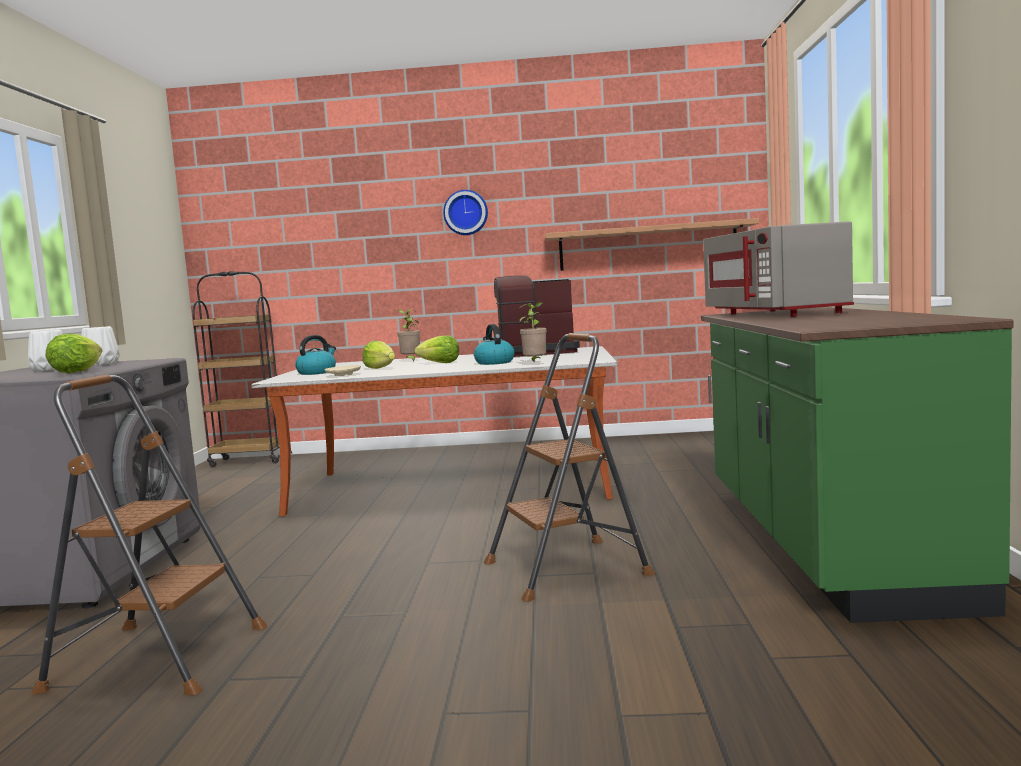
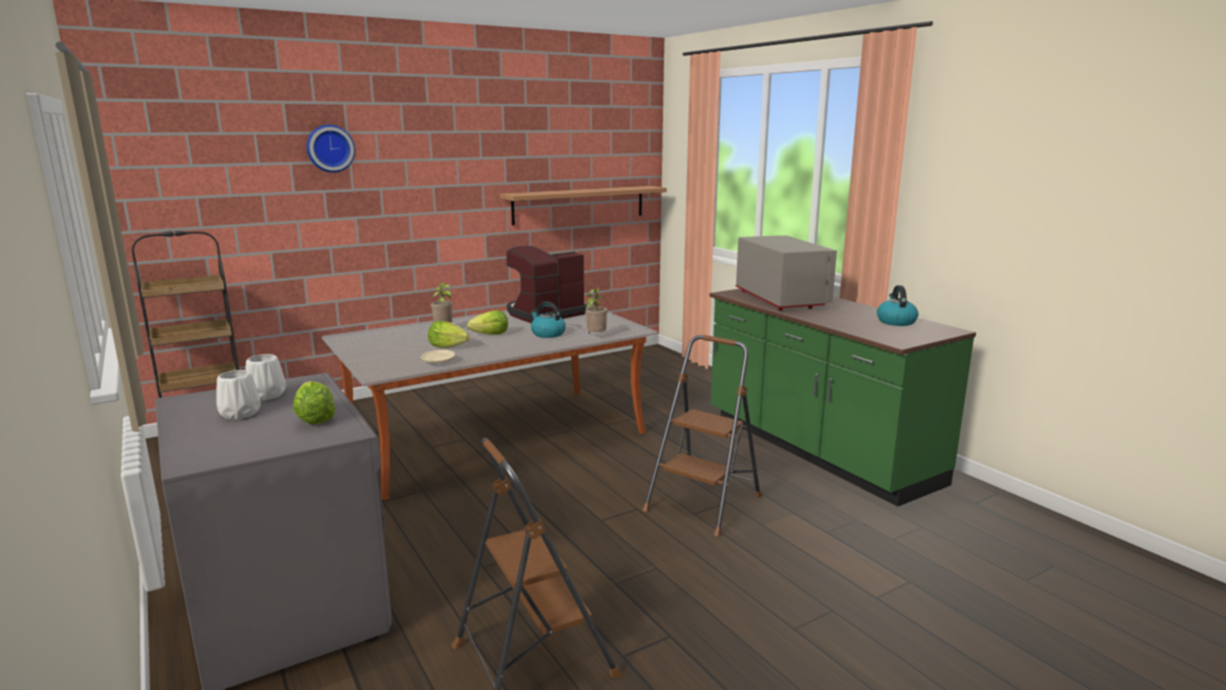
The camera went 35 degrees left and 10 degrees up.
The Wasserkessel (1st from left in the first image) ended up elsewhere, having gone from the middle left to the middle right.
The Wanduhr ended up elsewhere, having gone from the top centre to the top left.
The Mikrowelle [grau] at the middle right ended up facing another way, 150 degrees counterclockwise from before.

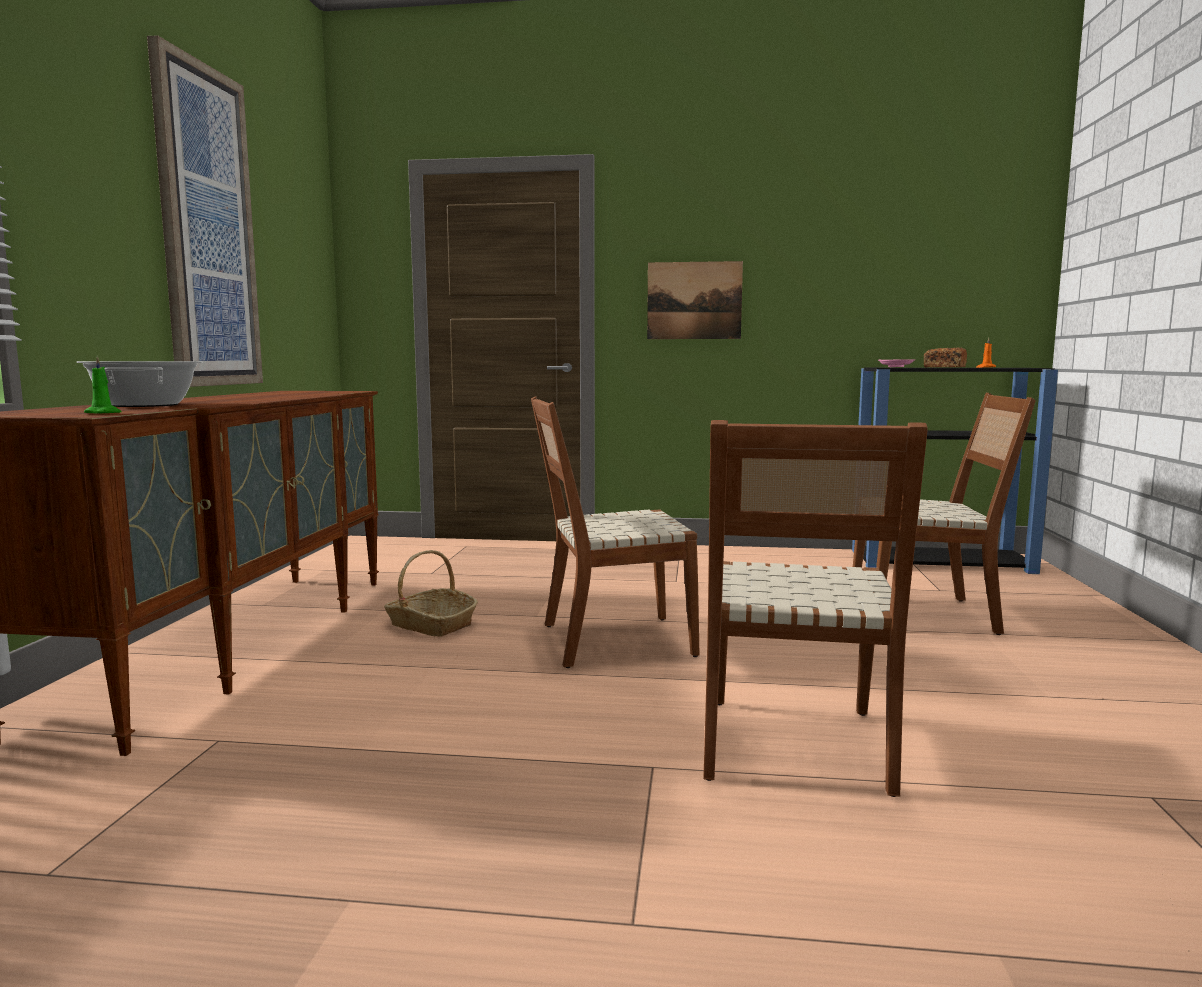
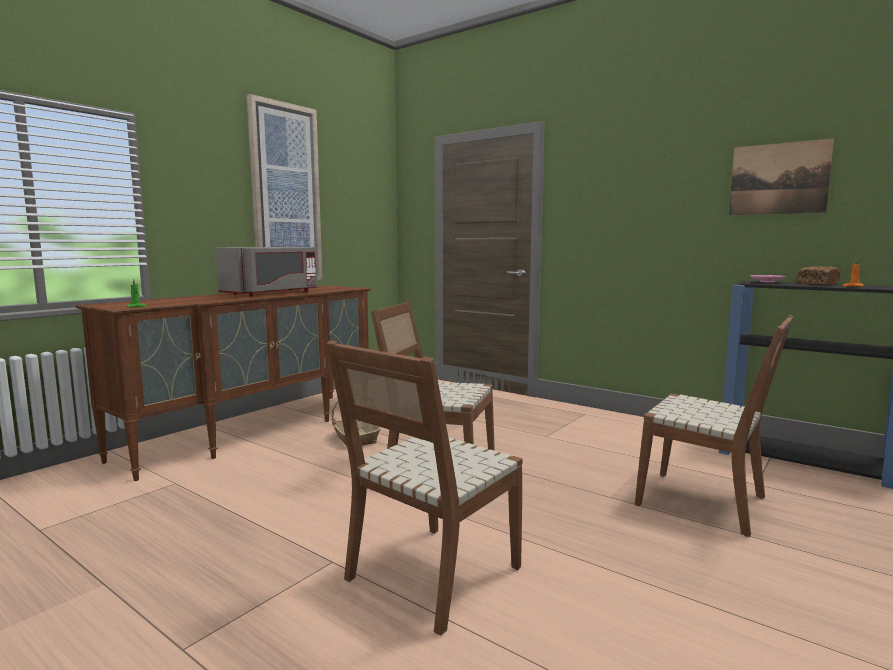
The camera went 30 degrees right and 0 degrees up.
The second view lost the Kochtopf at the middle left.
The Bild (2nd from left) ended up elsewhere, having gone from the top centre to the top right.
The second view gained the Mikrowelle [grau] at the middle left.

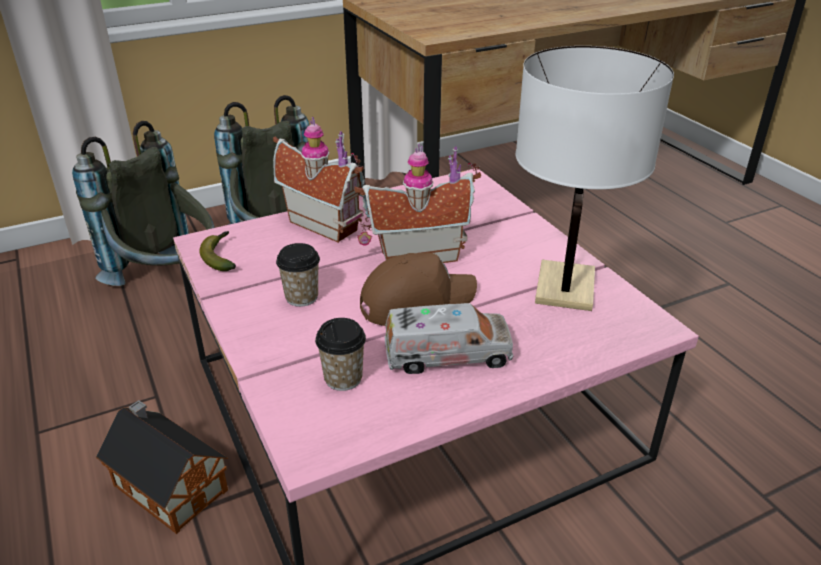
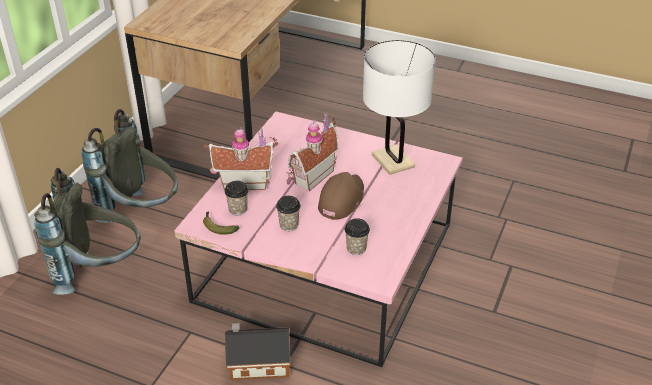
The camera went 40 degrees left and 5 degrees up.
The second view lost the Spielzeuglaster at the centre.
The second view gained the Tasse (1st from left) at the centre.

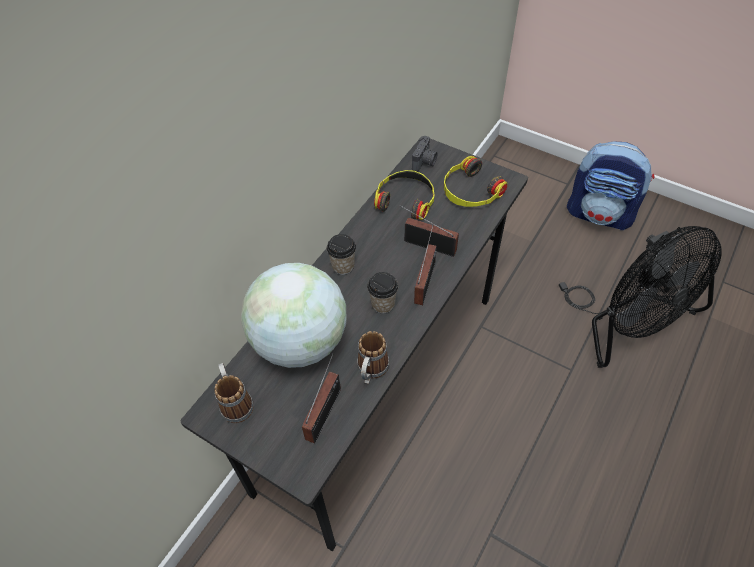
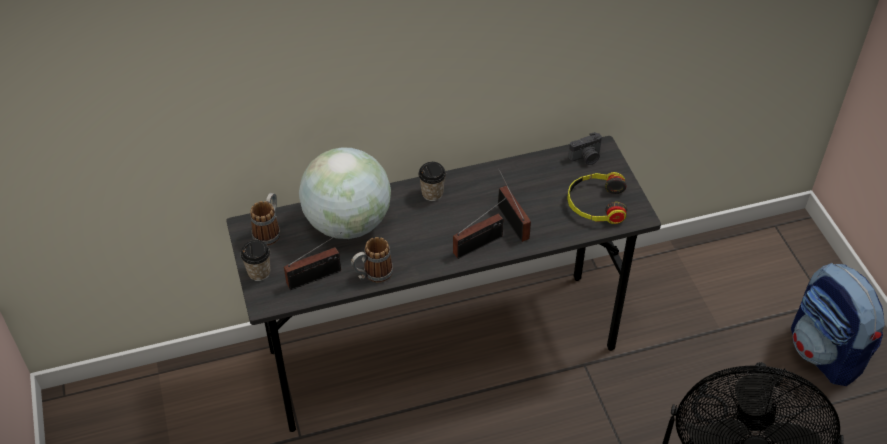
The camera went 40 degrees right and 5 degrees down.
The Tasse (2nd from left in the first image) ended up elsewhere, having gone from the centre to the middle left.
The second view lost the Kopfhörer (1st from left) at the centre.

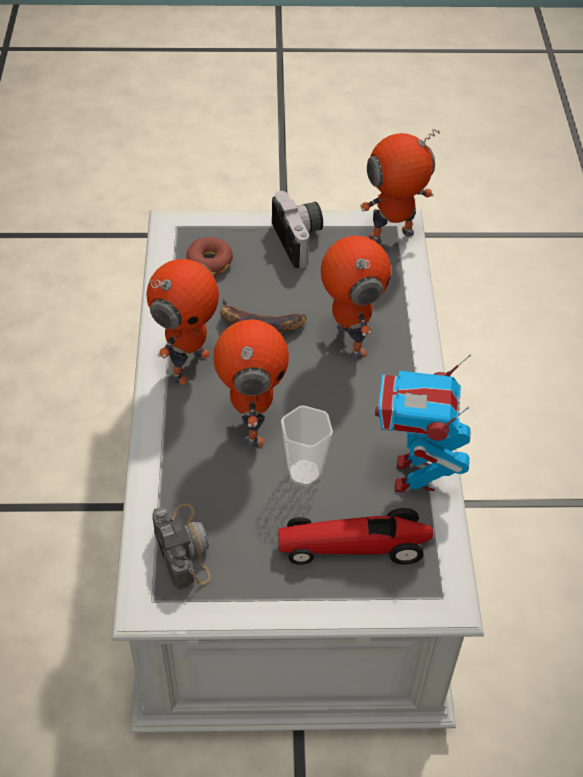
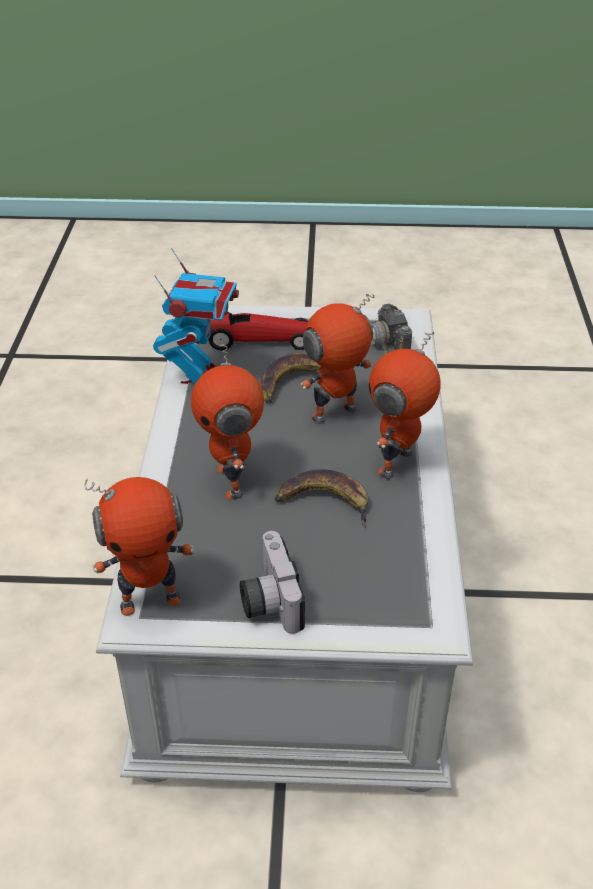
The camera went 175 degrees left and 10 degrees down.
The second view lost the Donut at the top centre.
The Spielzeugroboter (2nd from left in the first image) at the centre ended up facing another way, 60 degrees clockwise from before.
Where the Tasse stood at the centre, the Banane (1st from left) came to stand at the centre.

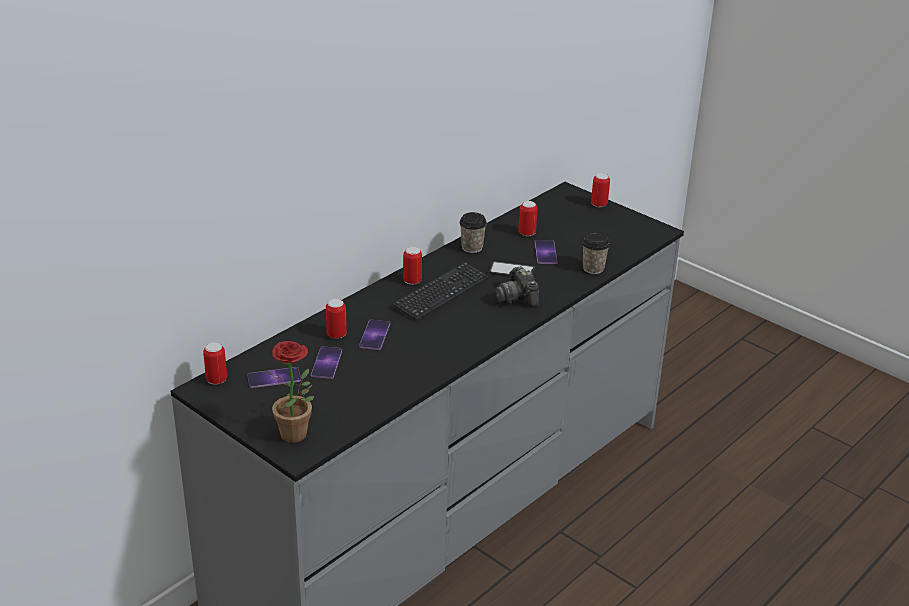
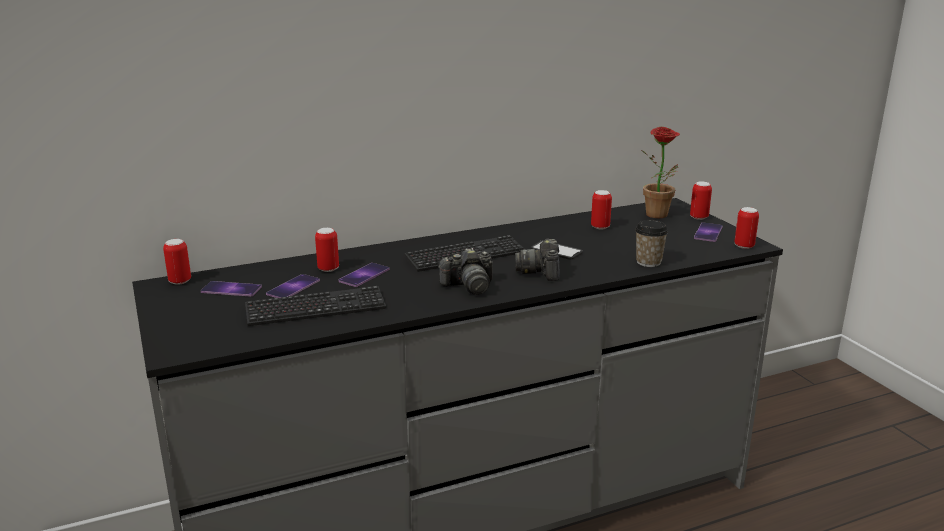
The camera went 25 degrees right and 10 degrees down.
The Topfpflanze ended up elsewhere, having gone from the middle left to the top right.
The Dose (3rd from left in the first image) ended up elsewhere, having gone from the centre to the middle right.
The second view lost the Tasse (1st from left) at the centre.
The Handy (5th from left) ended up elsewhere, having gone from the centre to the middle right.
The second view gained the Tastatur (1st from left) at the centre.
The second view gained the Kamera (1st from left) at the centre.

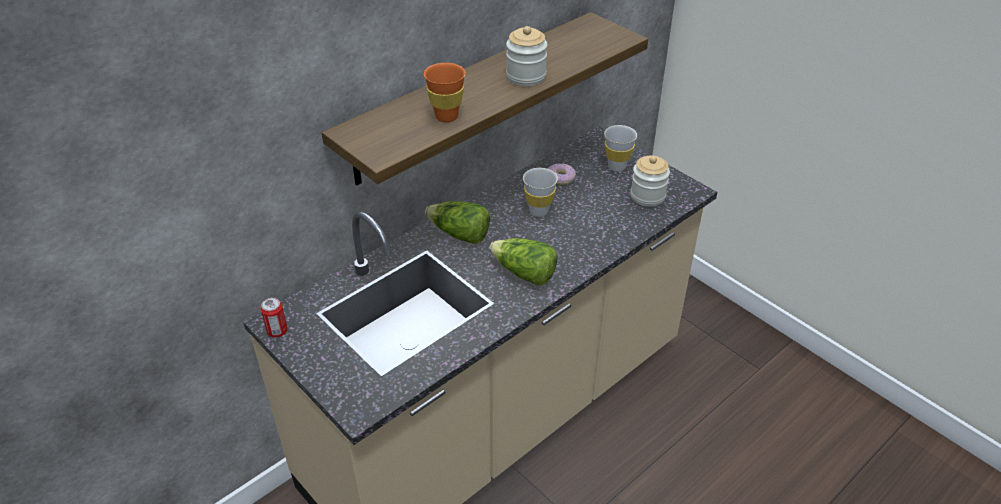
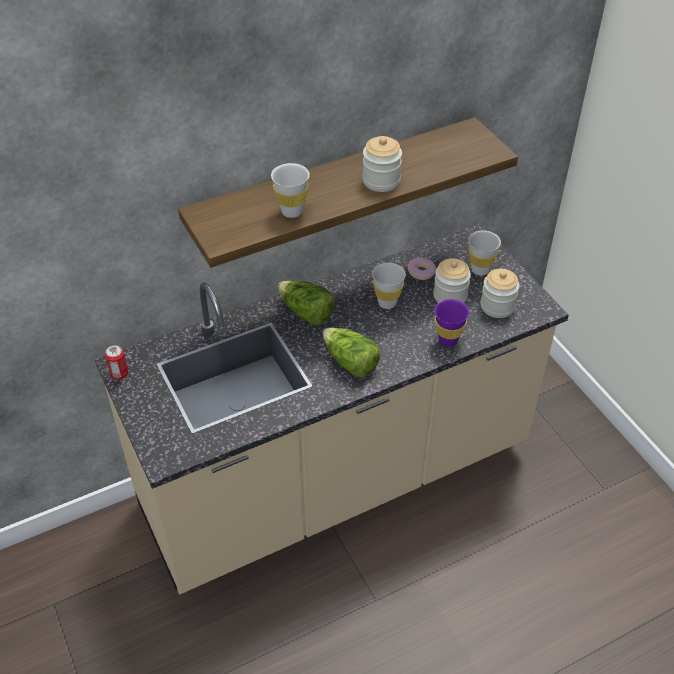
The camera went 15 degrees right and 5 degrees up.
What was the Tasse [orange] at the top centre turned into the Tasse [weiß] (1st from left) at the top centre.
The second view gained the Vorratsglas (2nd from left) at the middle right.
The second view gained the Tasse [lila] at the middle right.

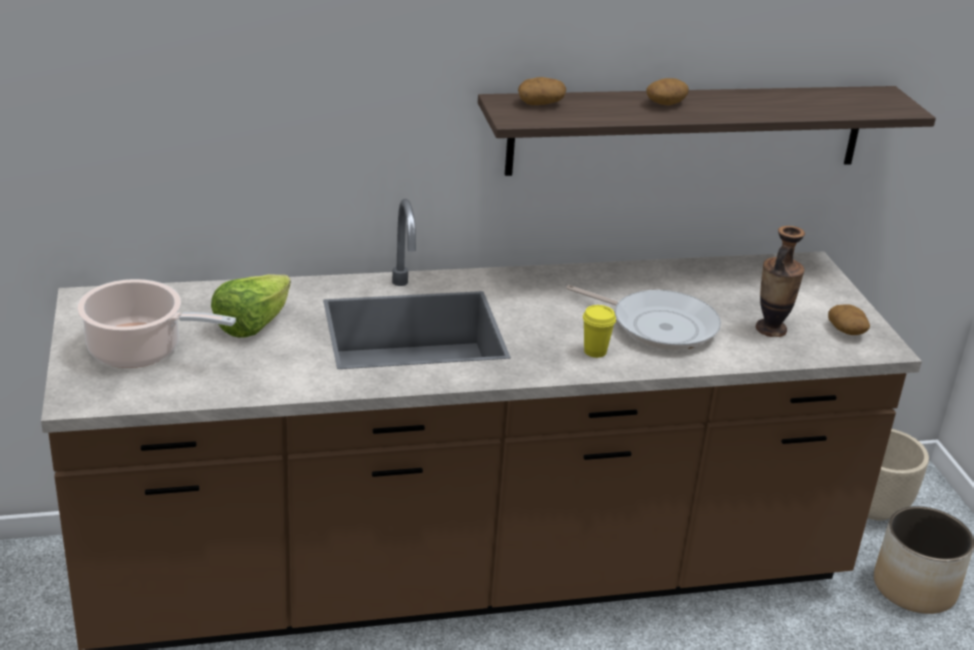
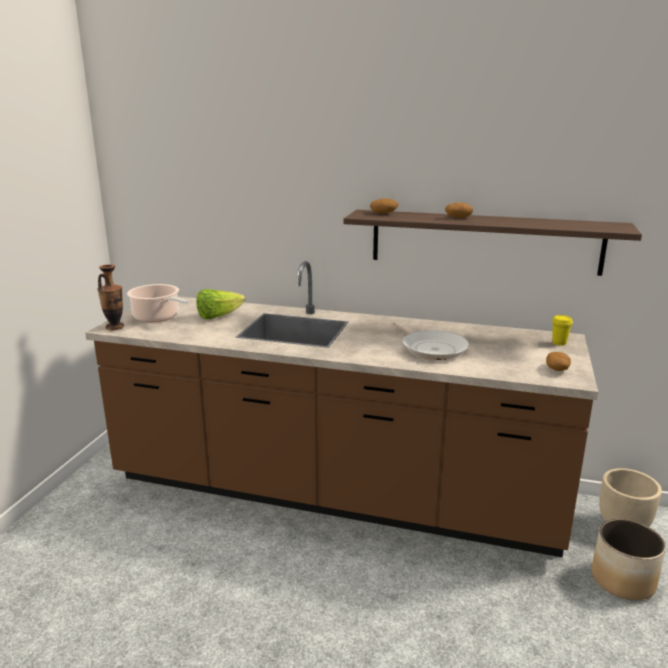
The camera went 30 degrees right and 10 degrees down.
The Tasse [gelb] ended up elsewhere, having gone from the centre to the middle right.
The Vase ended up elsewhere, having gone from the middle right to the middle left.

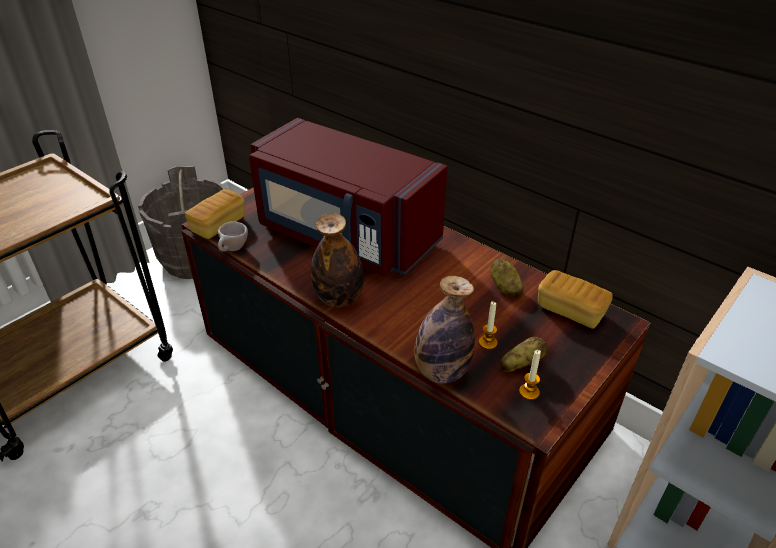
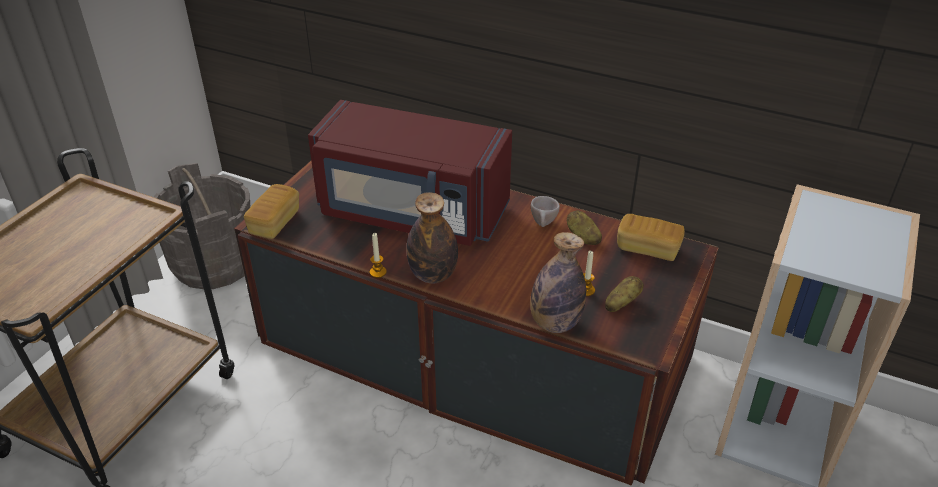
The camera went 15 degrees left and 0 degrees up.
The Tasse [beige] ended up elsewhere, having gone from the middle left to the centre.
The Kerze (2nd from left in the first image) ended up elsewhere, having gone from the bottom right to the centre.

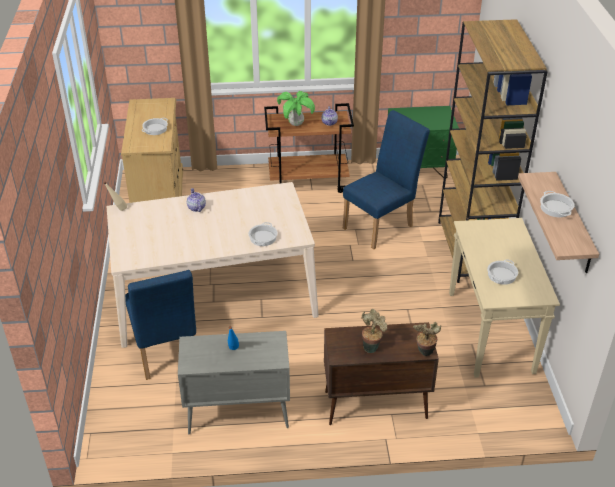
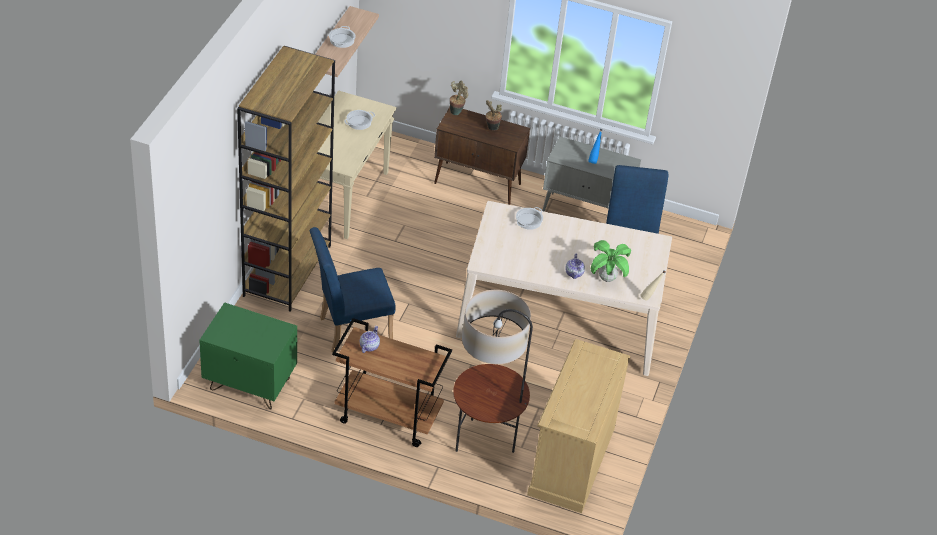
The camera went 160 degrees left and 5 degrees up.
The second view lost the Kochtopf (1st from left) at the top left.
The Topfpflanze (1st from left in the first image) ended up elsewhere, having gone from the top centre to the centre.
The second view gained the Stehlampe at the bottom centre.

